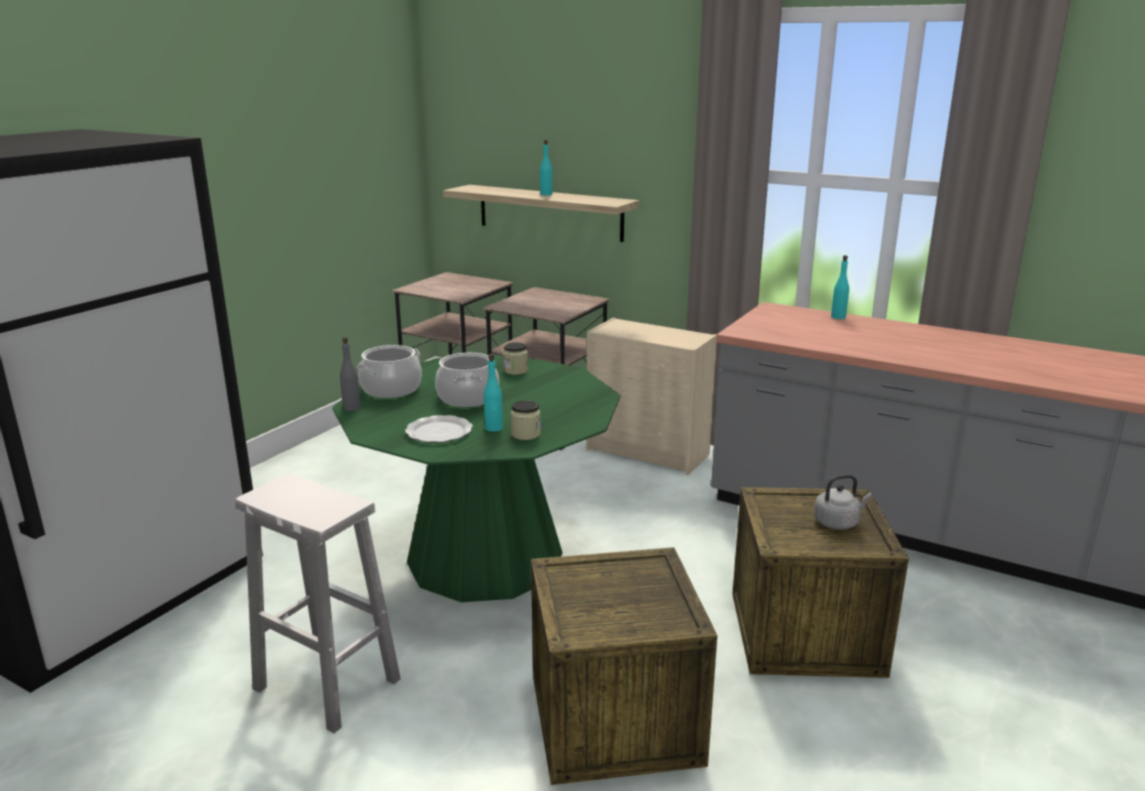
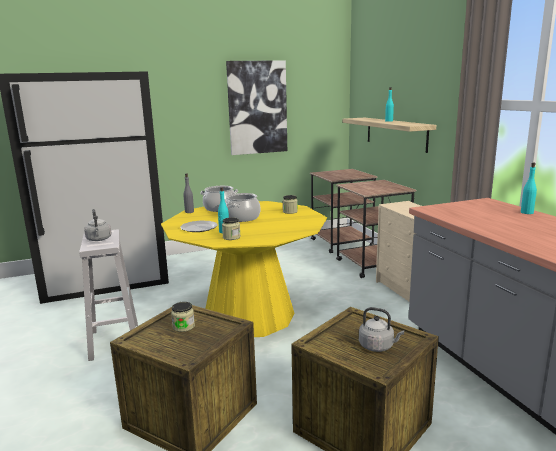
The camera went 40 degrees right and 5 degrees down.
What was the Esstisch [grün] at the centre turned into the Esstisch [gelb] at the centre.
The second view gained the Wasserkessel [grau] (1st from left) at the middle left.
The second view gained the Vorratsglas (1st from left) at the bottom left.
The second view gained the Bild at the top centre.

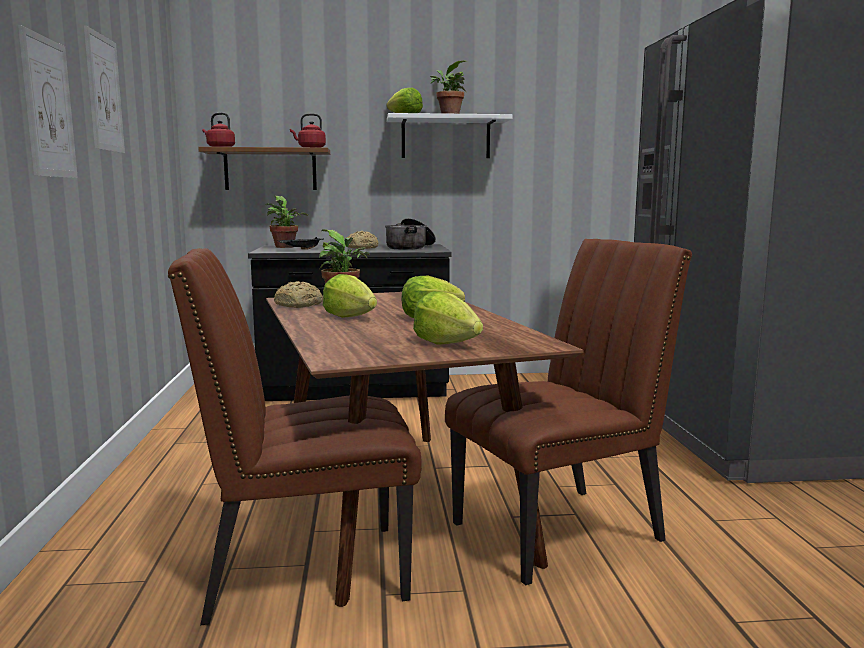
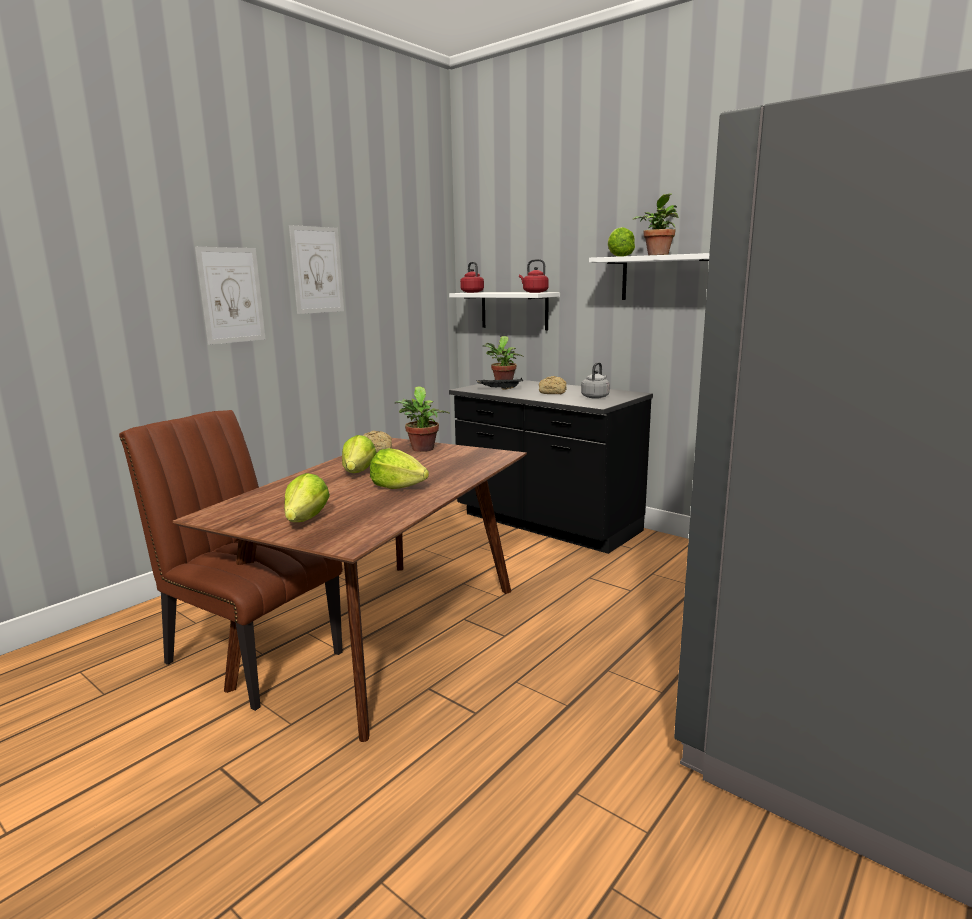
The camera went 45 degrees right and 5 degrees up.
What was the Wandregal [braun] at the top left turned into the Wandregal [weiß] (1st from left) at the centre.
Where the Kochtopf stood at the centre, the Wasserkessel [grau] came to stand at the centre.
The second view lost the Stuhl [braun] (2nd from left) at the centre.

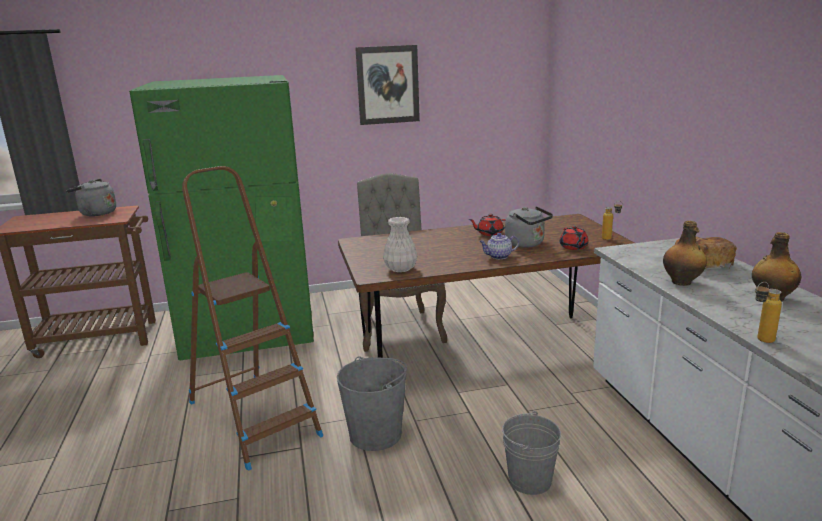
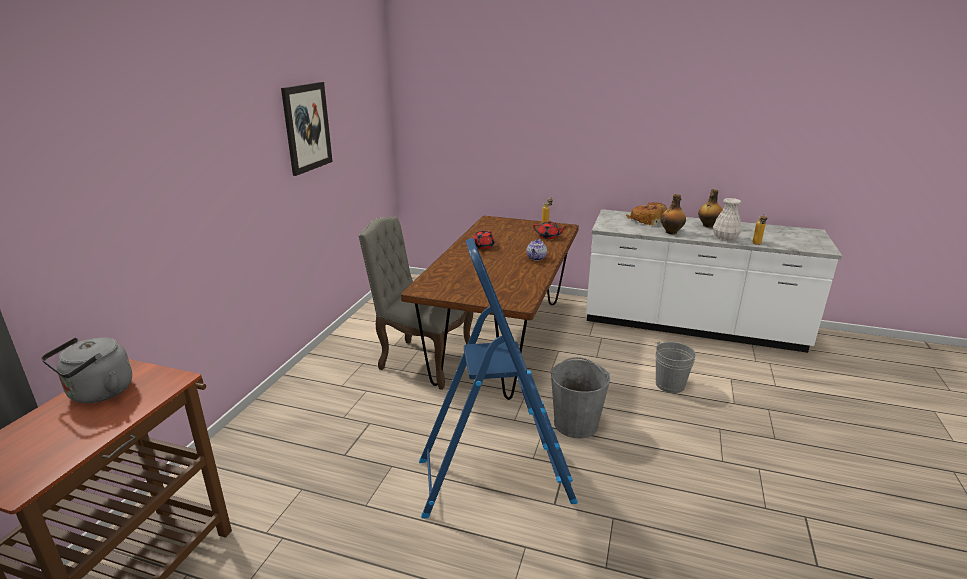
The camera went 60 degrees left and 5 degrees up.
The second view lost the Kühlschrank [grün] at the middle left.
What was the Trittleiter [braun] at the middle left turned into the Trittleiter [blau] at the centre.
The Vase [weiß] ended up elsewhere, having gone from the centre to the middle right.
The second view lost the Wasserkessel [grau] (2nd from left) at the centre.

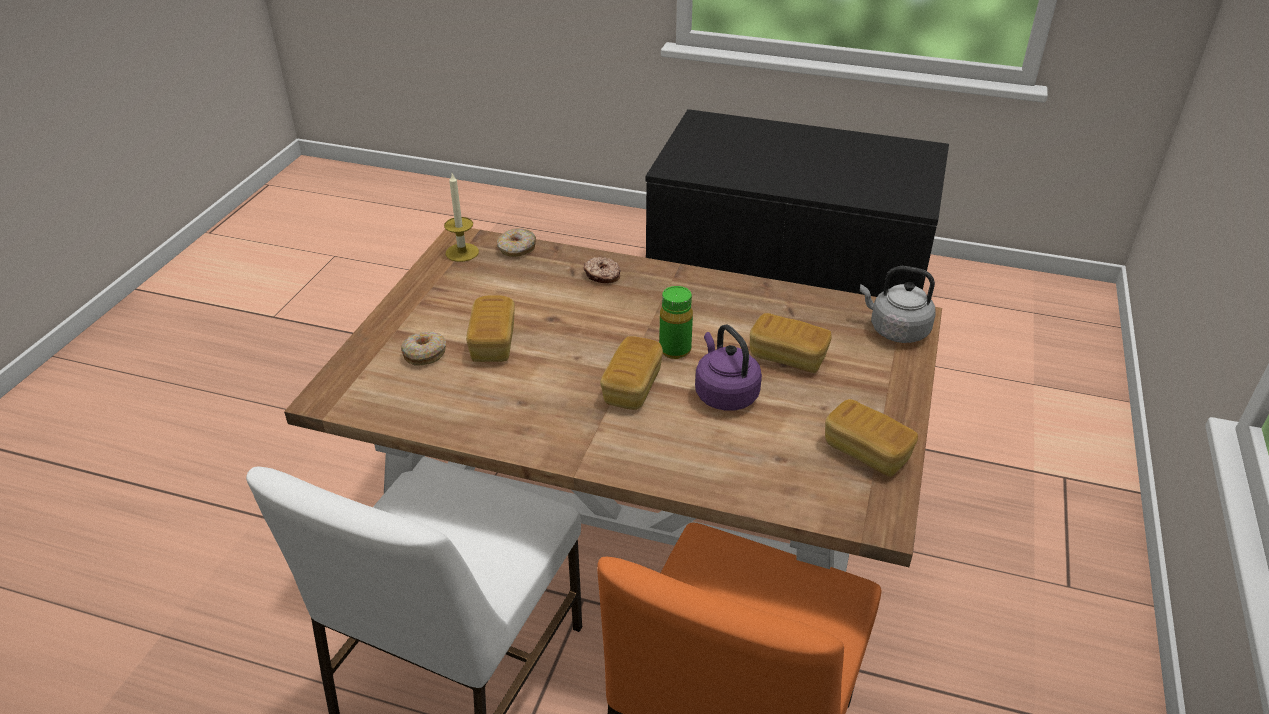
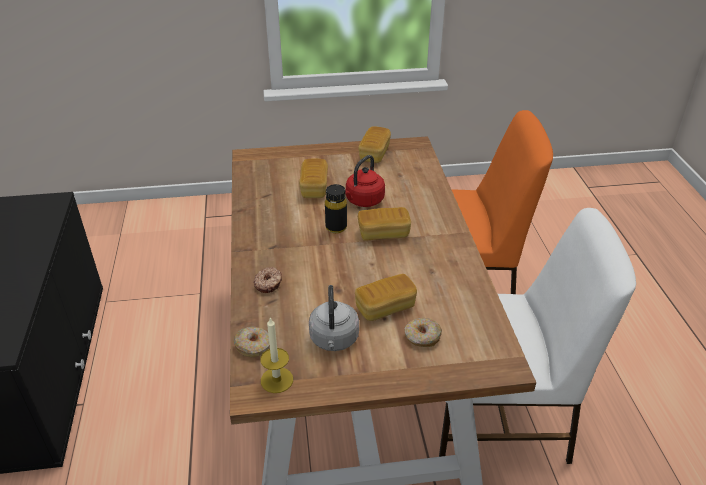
The camera went 115 degrees left and 0 degrees up.
What was the Flasche [grün] at the centre turned into the Flasche [schwarz] at the centre.
What was the Wasserkessel [lila] at the centre turned into the Wasserkessel [rot] at the centre.
The Wasserkessel [grau] ended up elsewhere, having gone from the middle right to the centre.

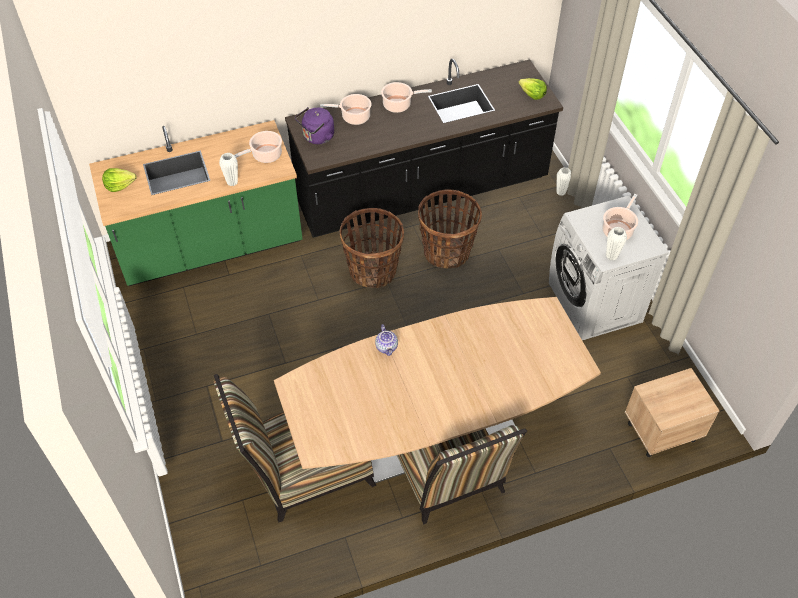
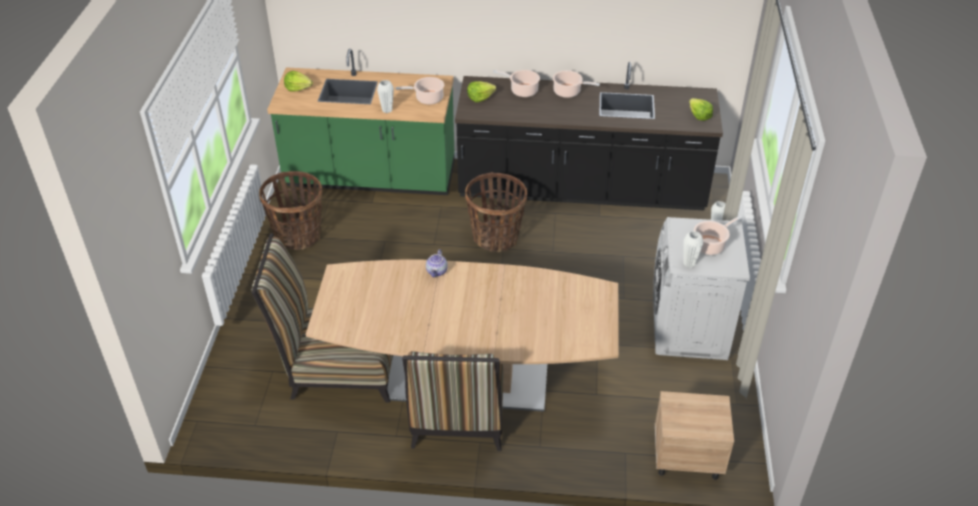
The camera went 25 degrees right and 10 degrees down.
Where the Wasserkessel [lila] stood at the top centre, the Salatkopf (2nd from left) came to stand at the top centre.
The Korb (2nd from left in the first image) ended up elsewhere, having gone from the centre to the middle left.

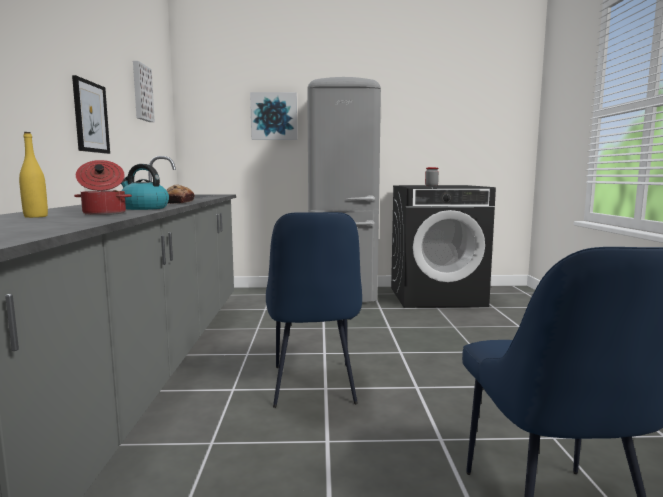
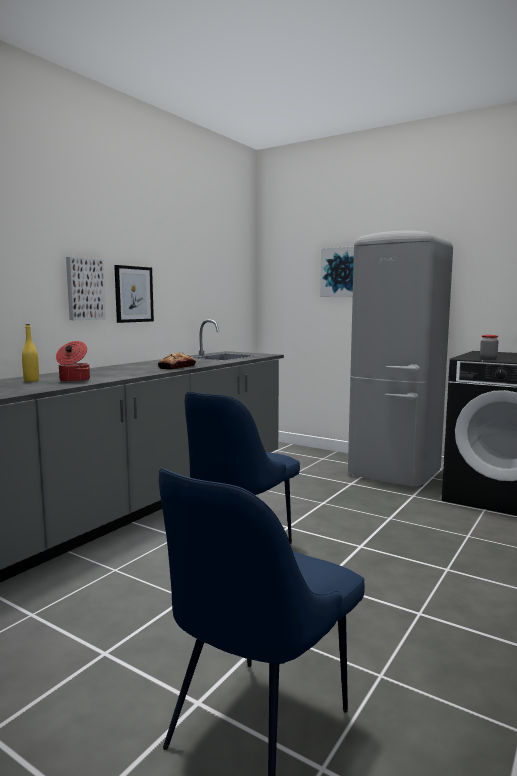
The camera went 35 degrees right and 0 degrees up.
The second view lost the Wasserkessel at the middle left.
The Bild (2nd from left in the first image) ended up elsewhere, having gone from the top left to the middle left.

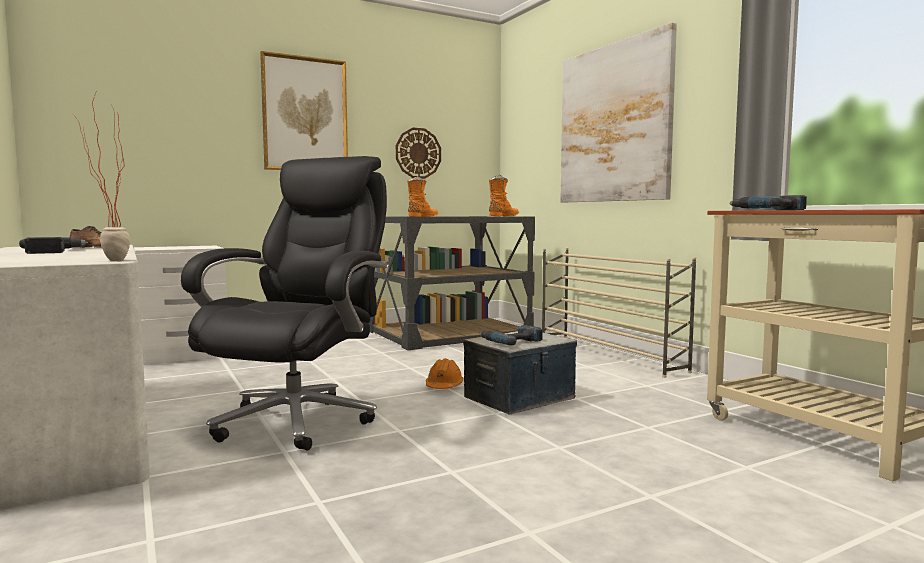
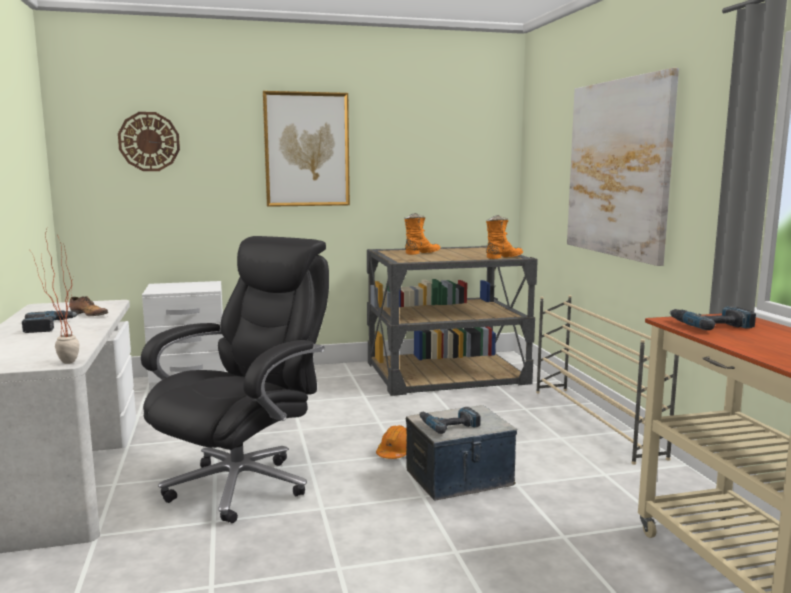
The camera went 15 degrees right and 5 degrees up.
The Wanduhr ended up elsewhere, having gone from the top centre to the top left.

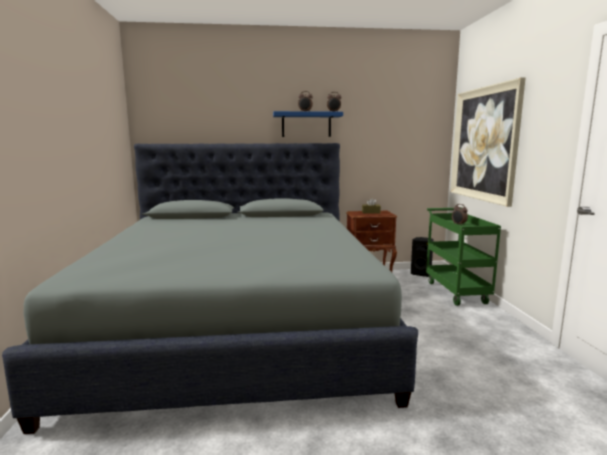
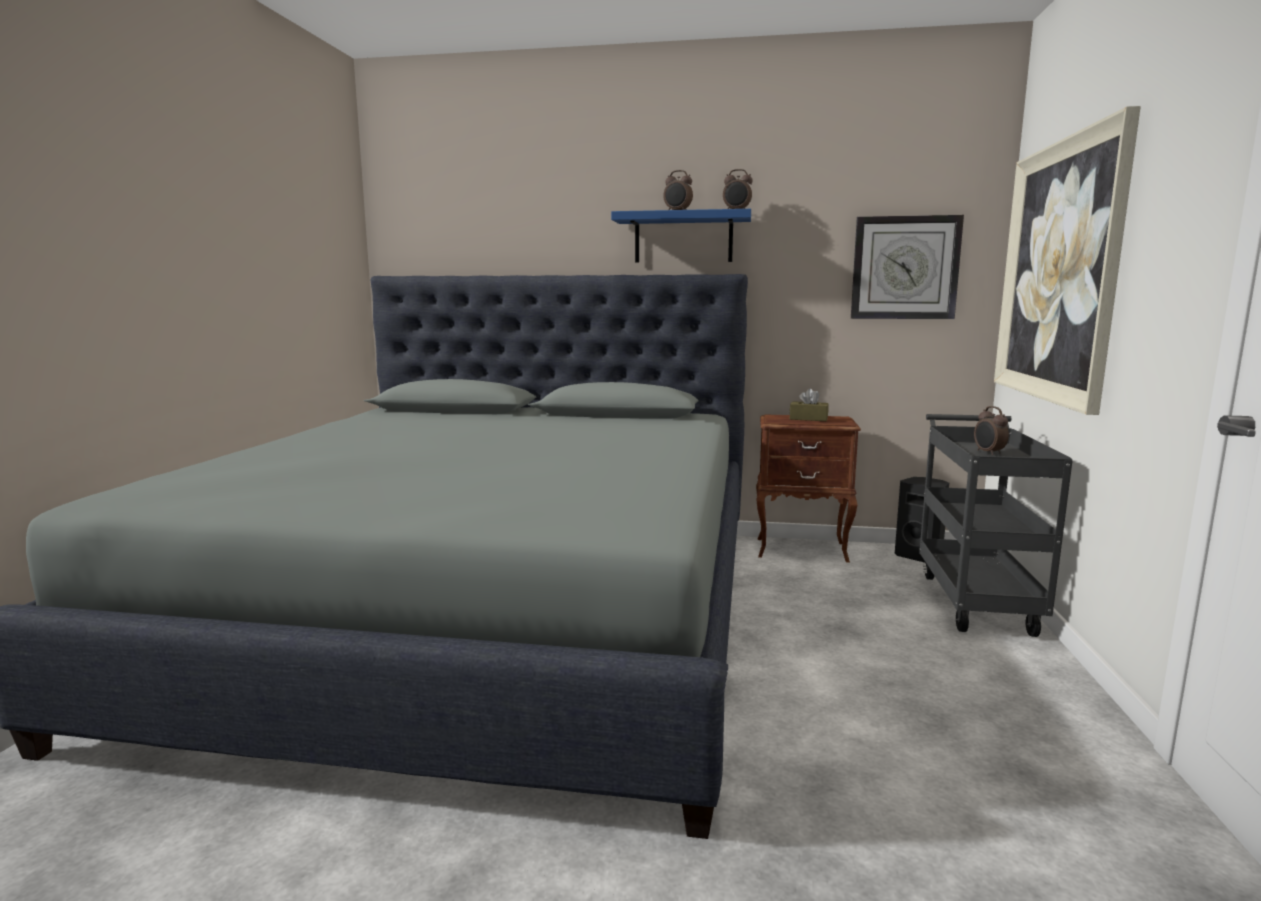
The camera went 15 degrees right and 0 degrees up.
What was the Rollwagen [grün] at the middle right turned into the Rollwagen [grau] at the middle right.
The second view gained the Wanduhr at the top right.

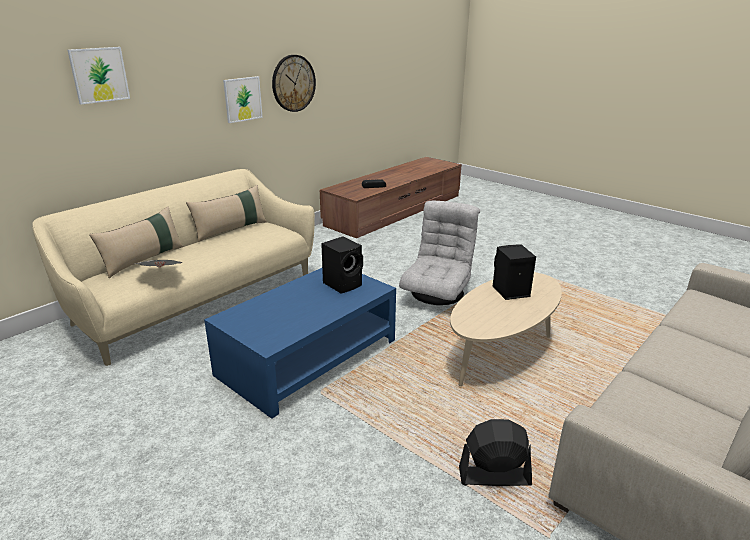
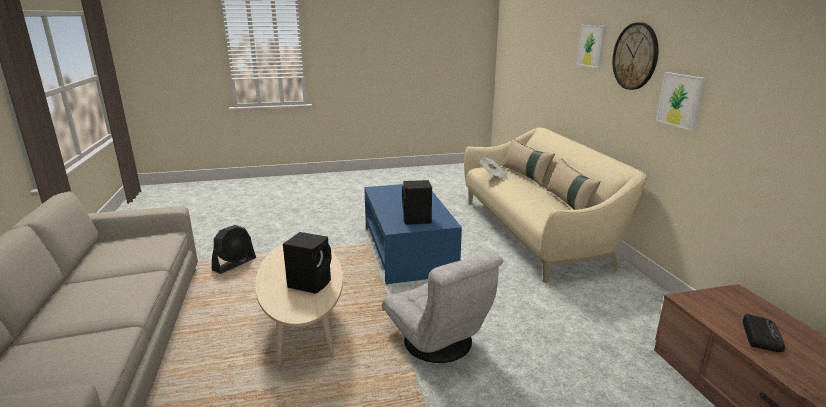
The camera went 125 degrees right and 5 degrees down.
The Wanduhr ended up elsewhere, having gone from the top centre to the top right.

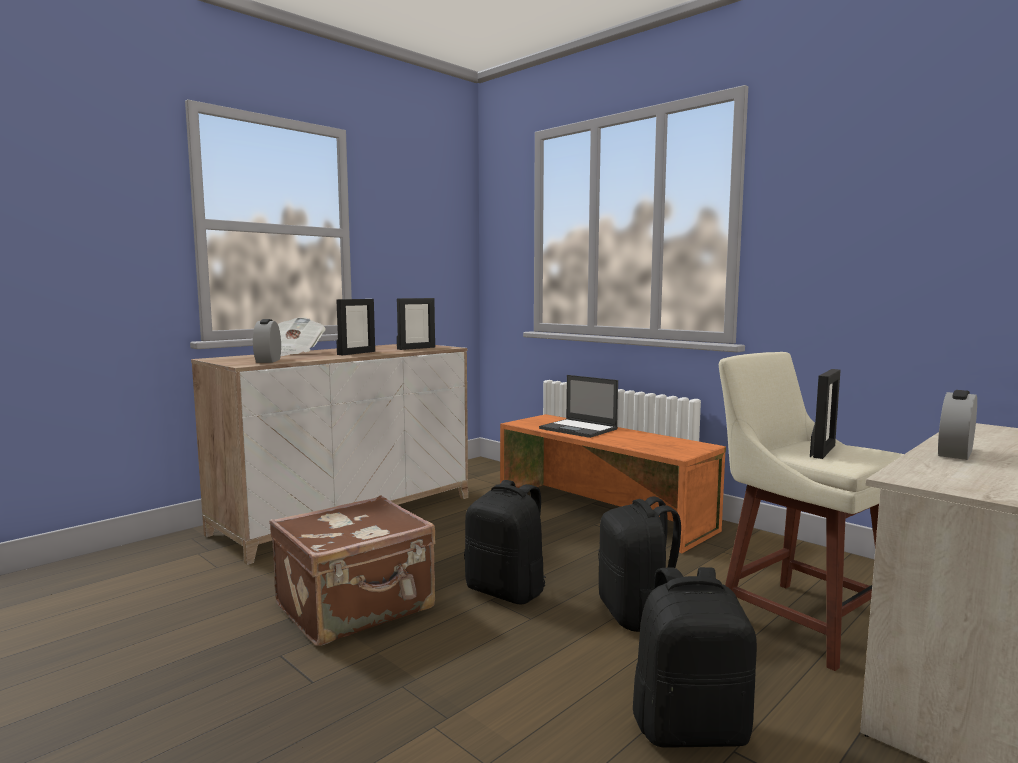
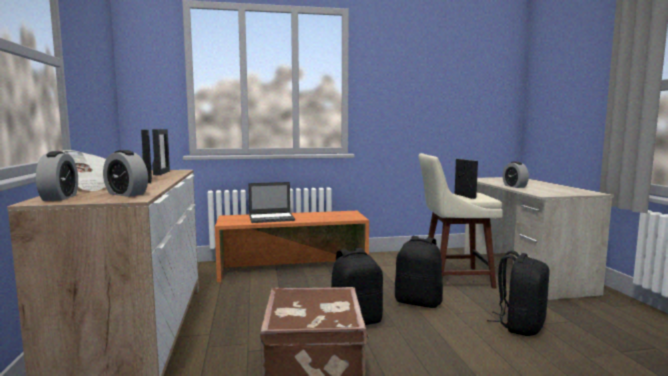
The camera went 55 degrees left and 0 degrees up.
The second view gained the Wecker (1st from left) at the middle left.

